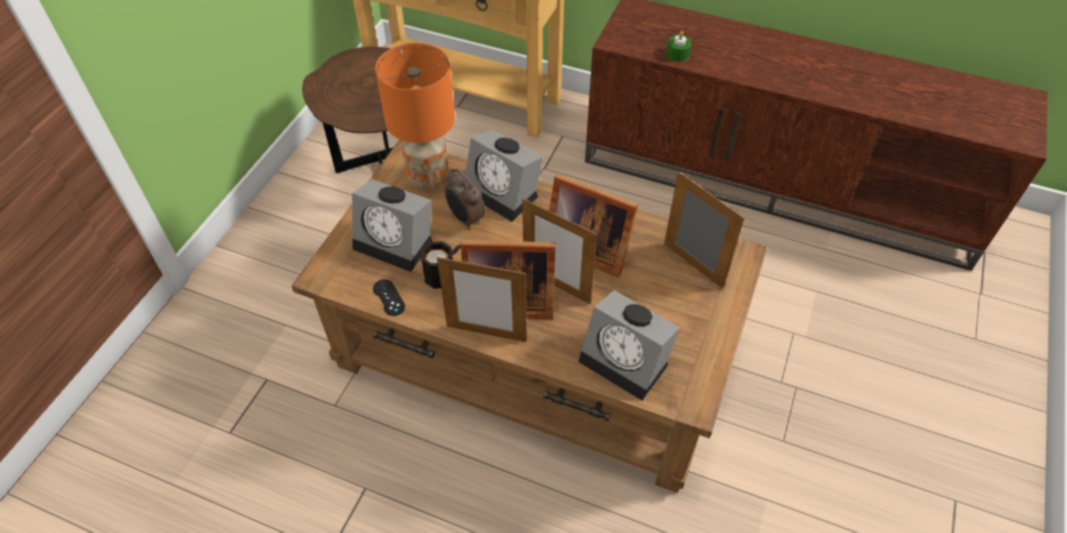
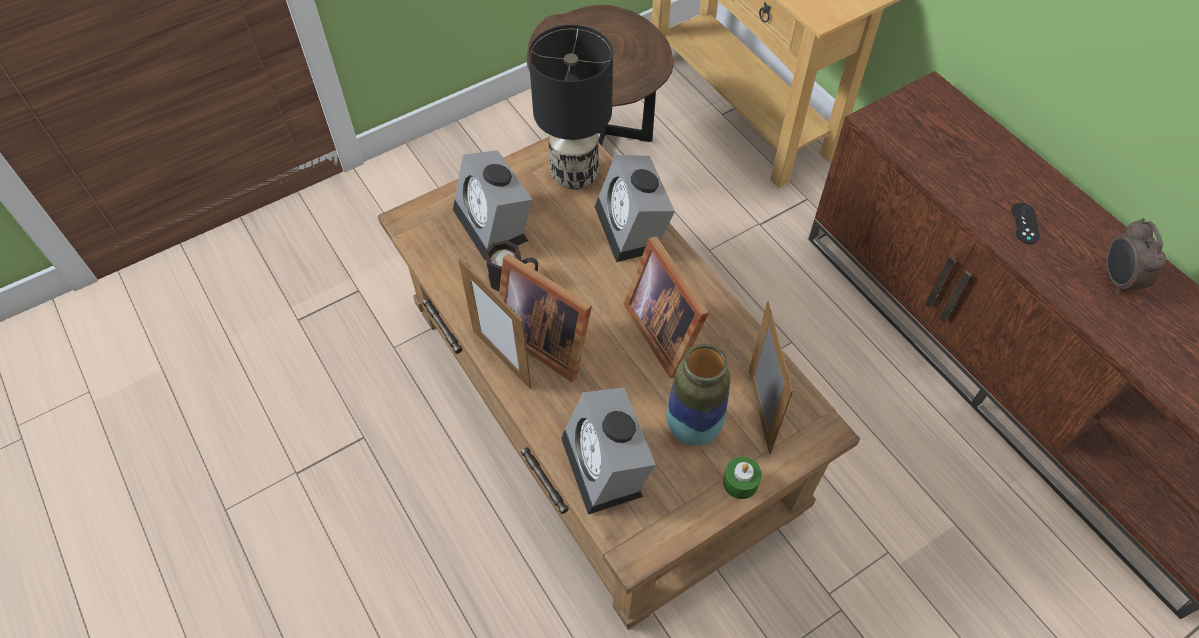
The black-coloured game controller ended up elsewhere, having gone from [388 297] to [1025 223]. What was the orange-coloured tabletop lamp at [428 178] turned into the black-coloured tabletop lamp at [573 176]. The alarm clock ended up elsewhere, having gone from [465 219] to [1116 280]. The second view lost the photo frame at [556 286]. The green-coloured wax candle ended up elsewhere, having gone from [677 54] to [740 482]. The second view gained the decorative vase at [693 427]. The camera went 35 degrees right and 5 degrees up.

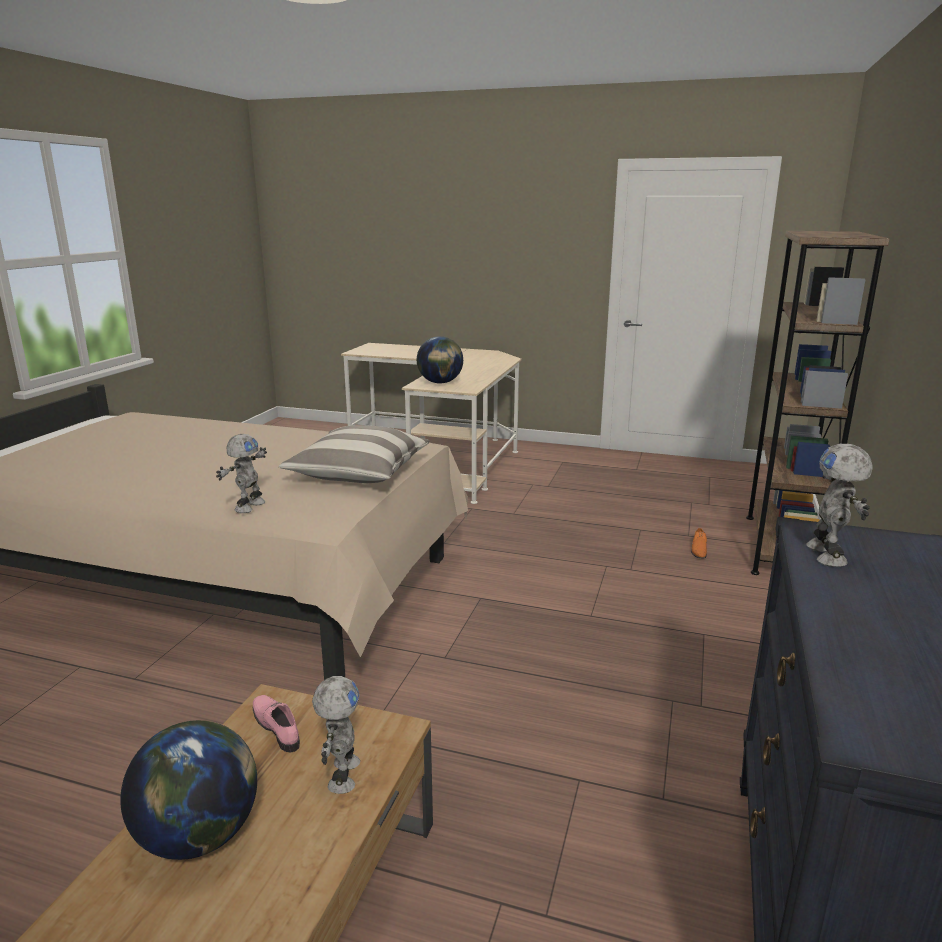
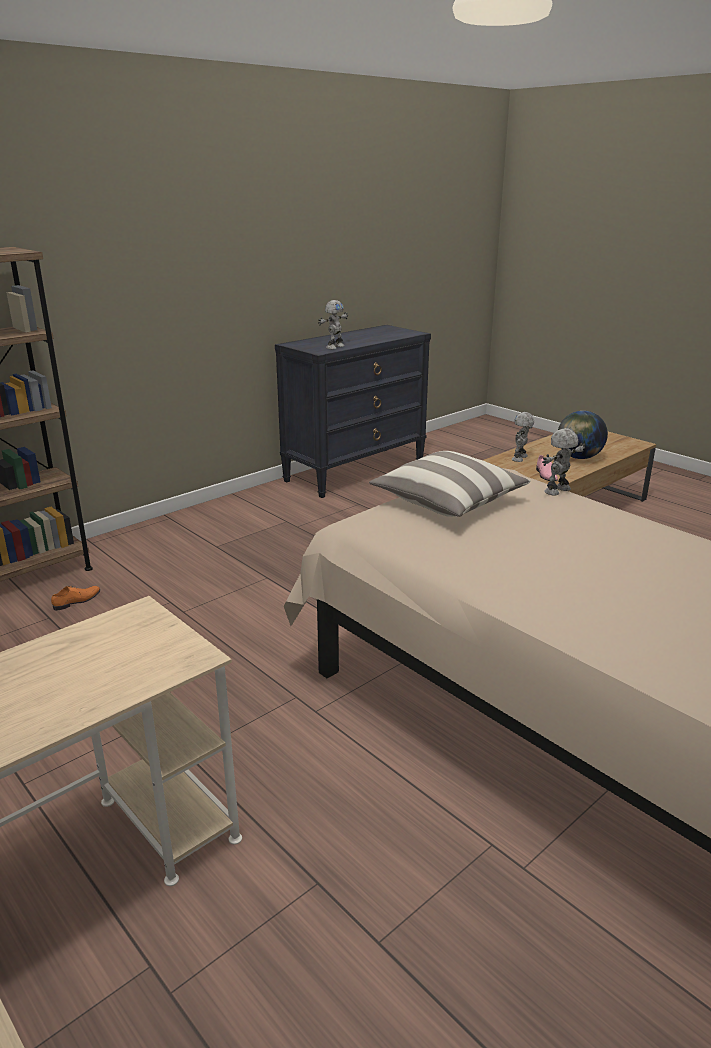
The second view lost the globe at [440 382]. The camera went 150 degrees left and 5 degrees up.

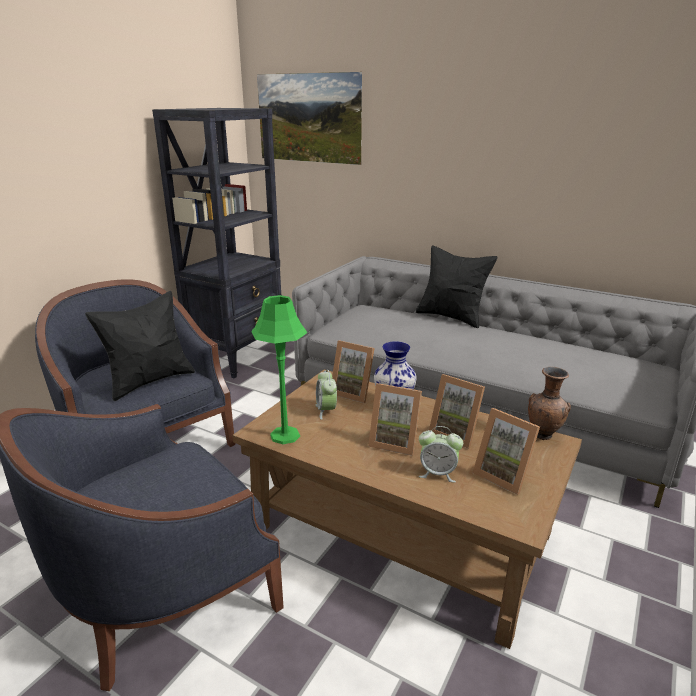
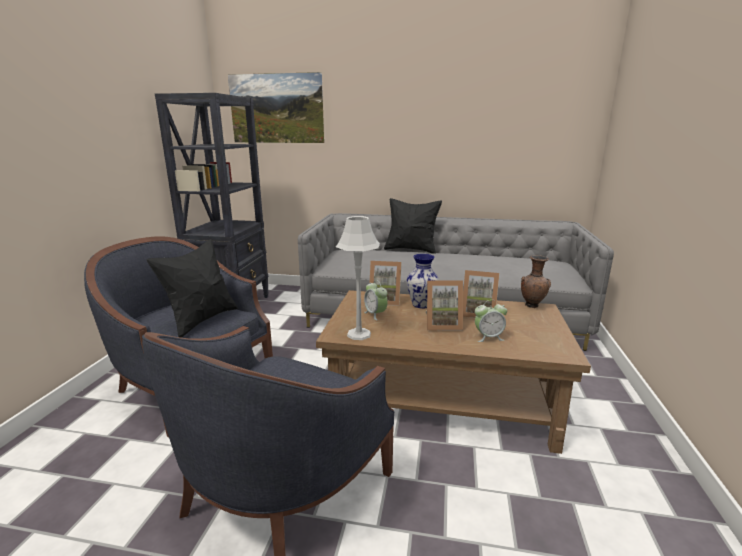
What was the green-coloured tabletop lamp at [285 435] turned into the grey tabletop lamp at [359 334]. The second view lost the photo frame at [504 475]. The camera went 20 degrees left and 5 degrees down.

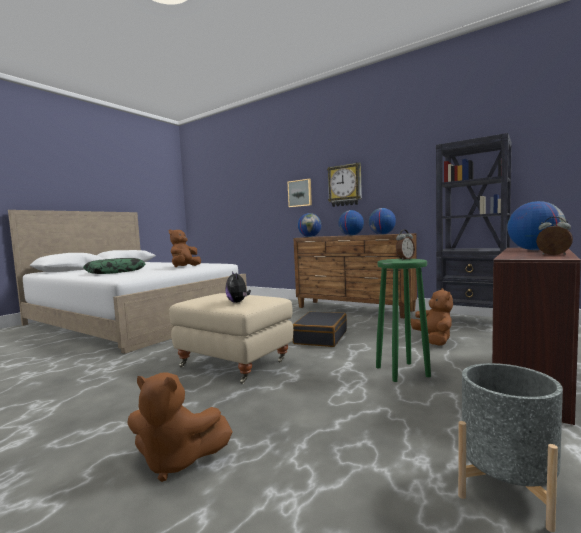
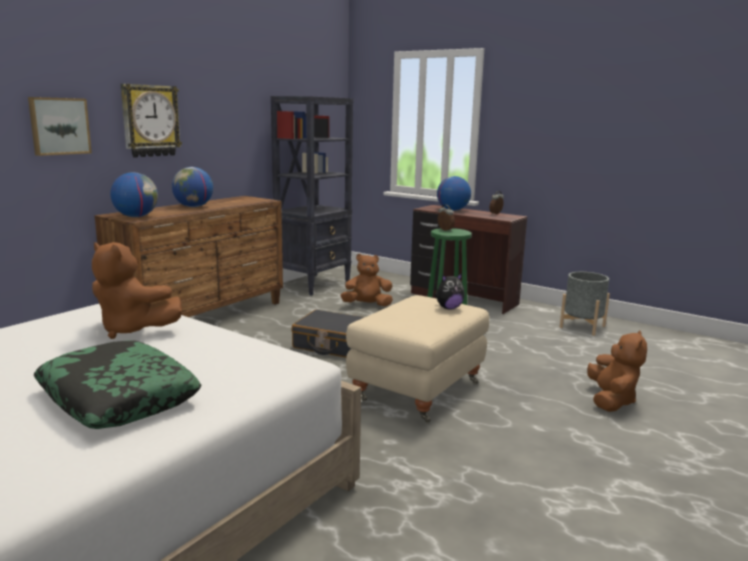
The second view lost the globe at [382 234]. The camera went 90 degrees left and 10 degrees up.

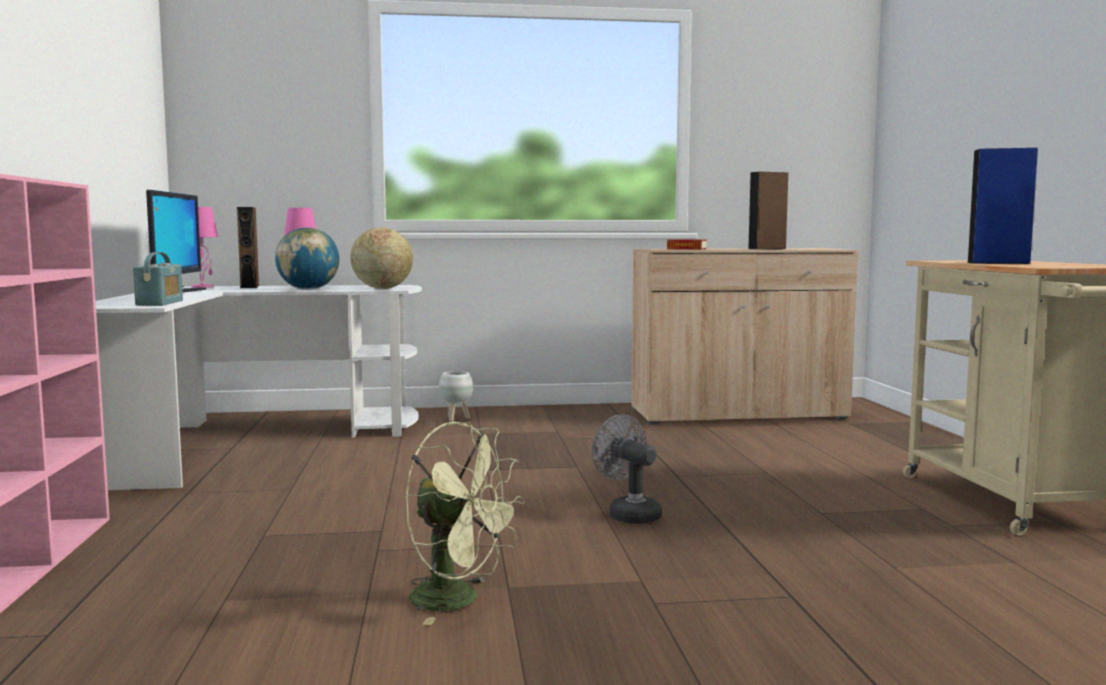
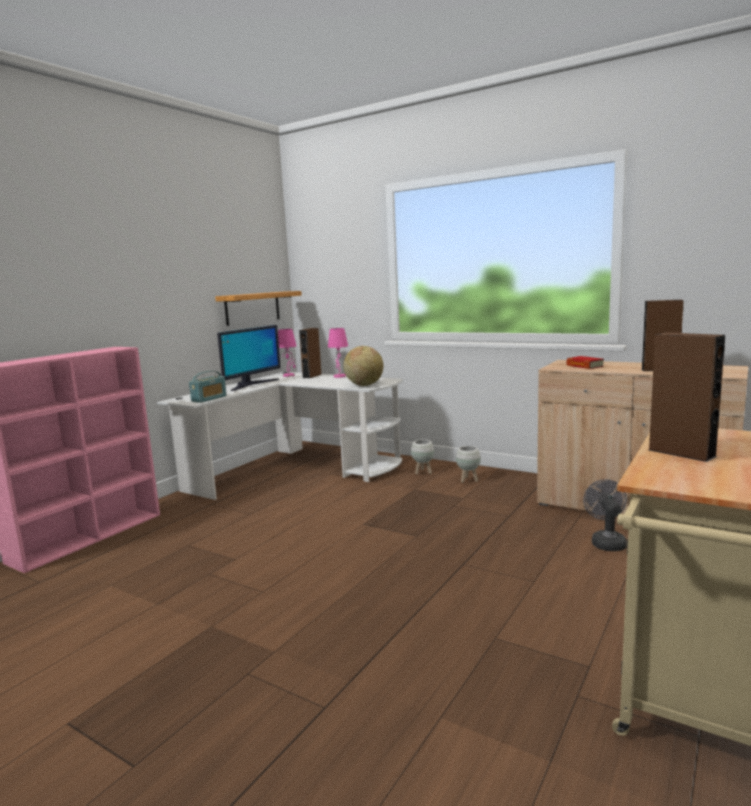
The second view lost the globe at [308 289]. The second view lost the green-coloured electric fan at [458 600]. The grey electric fan ended up elsewhere, having gone from [628 514] to [606 542]. What was the bluish audio speaker at [998 263] turned into the brown audio speaker at [681 453]. The second view gained the shelf at [252 308]. The second view gained the white flower pot at [468 480]. The camera went 40 degrees right and 5 degrees up.

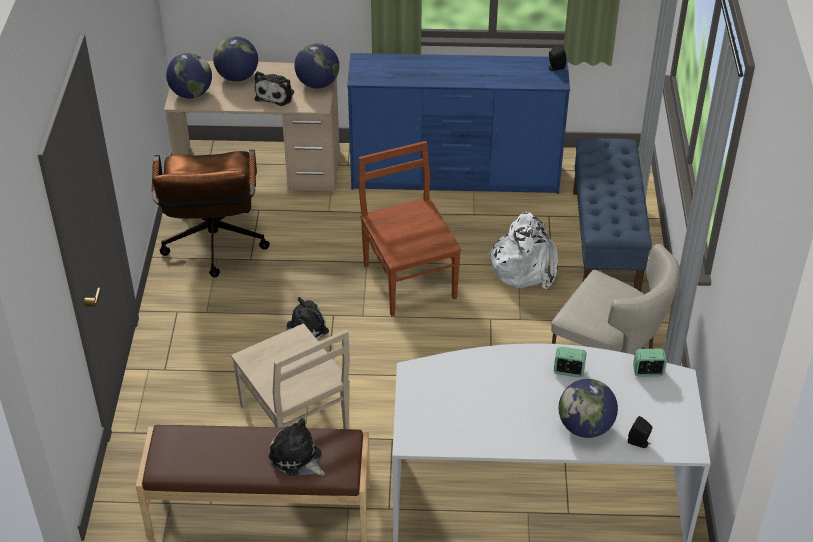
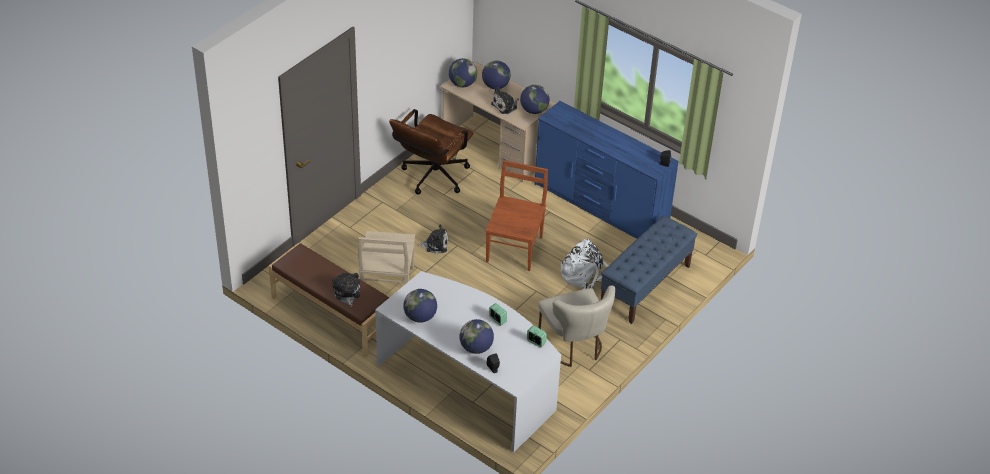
The second view gained the globe at [420 317]. The camera went 35 degrees right and 0 degrees up.

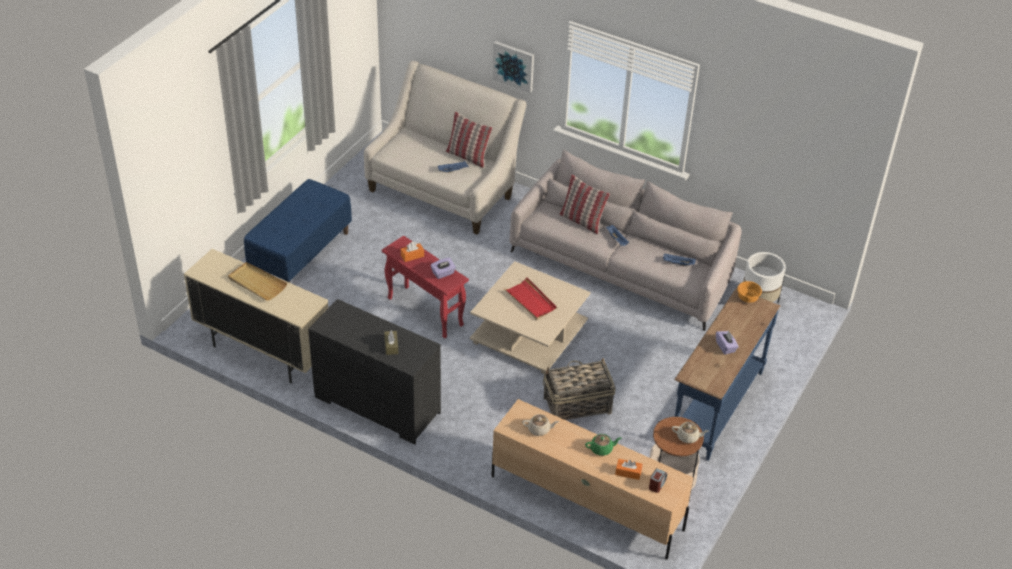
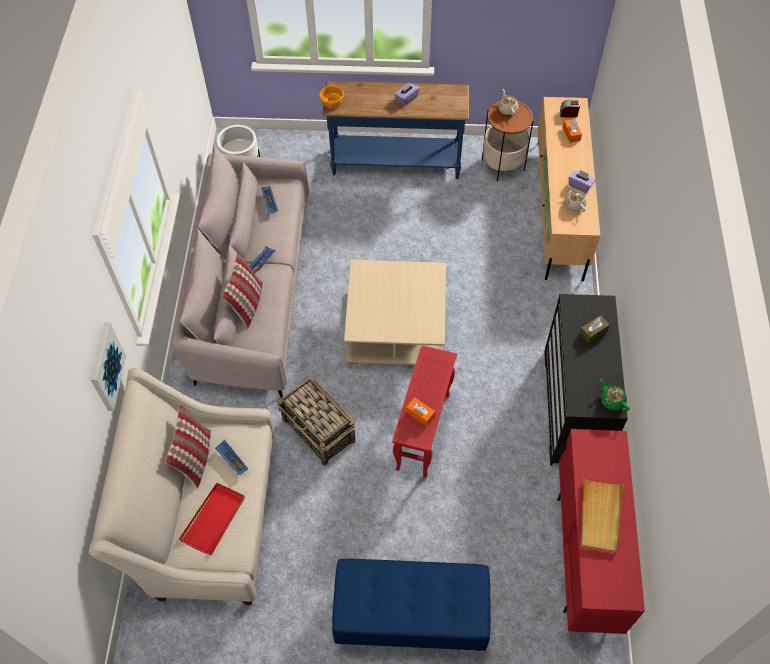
What was the beige storage cabinet at [263 353] turned into the red storage cabinet at [584 555]. The purple-coloured tissue holder ended up elsewhere, having gone from [443 273] to [580 185]. The red carrying tray ended up elsewhere, having gone from [530 301] to [214 519]. The household basket ended up elsewhere, having gone from [576 405] to [319 431]. The green-coloured pot for tea ended up elsewhere, having gone from [602 449] to [612 400]. The camera went 115 degrees left and 15 degrees up.

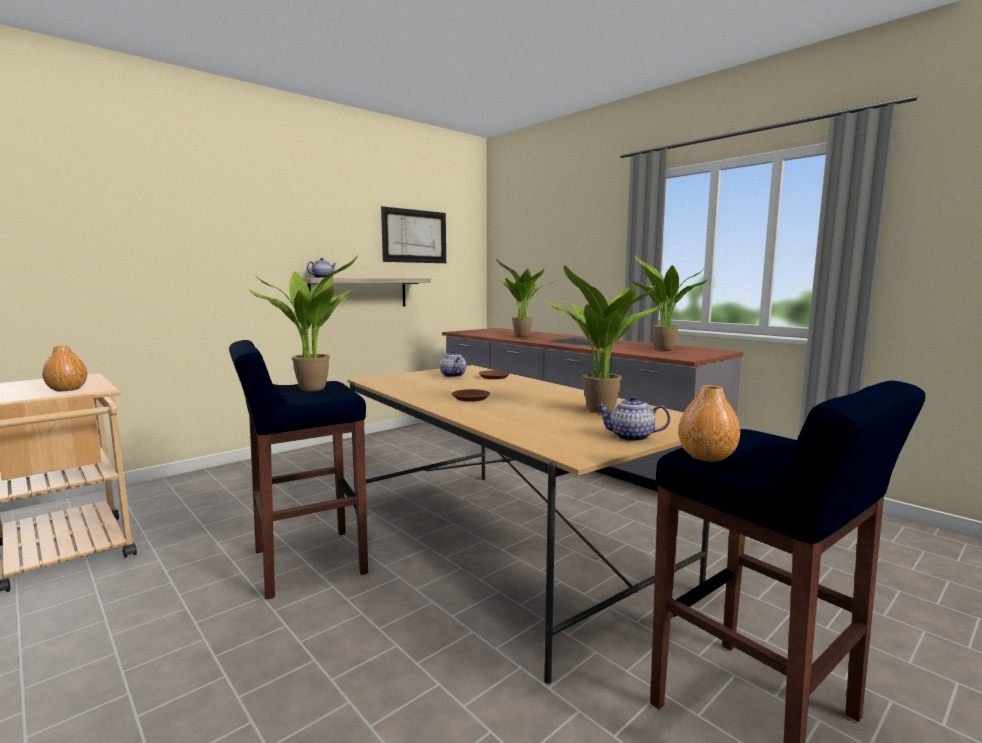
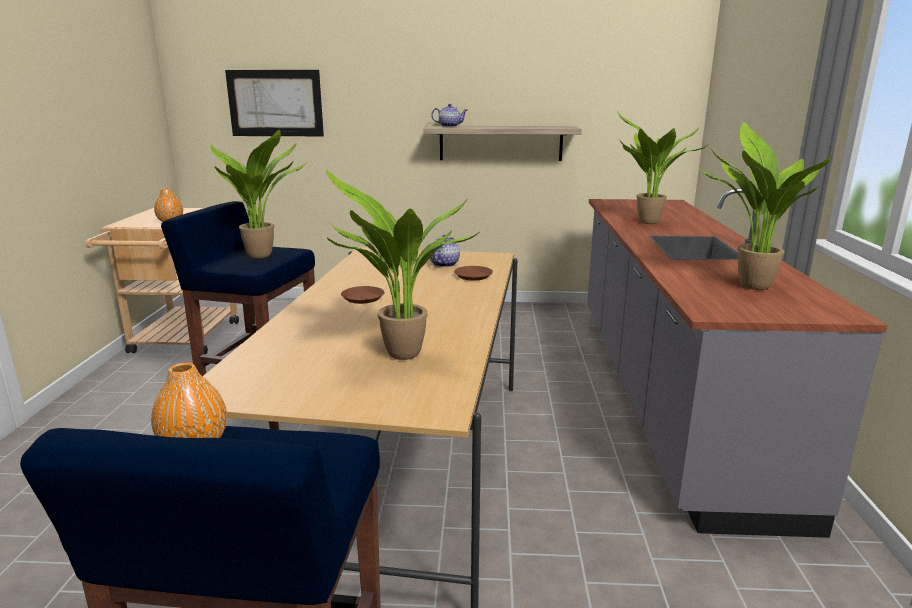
The wall picture ended up elsewhere, having gone from [415 236] to [275 103]. The second view lost the pot for tea at [630 437]. The camera went 45 degrees right and 10 degrees up.

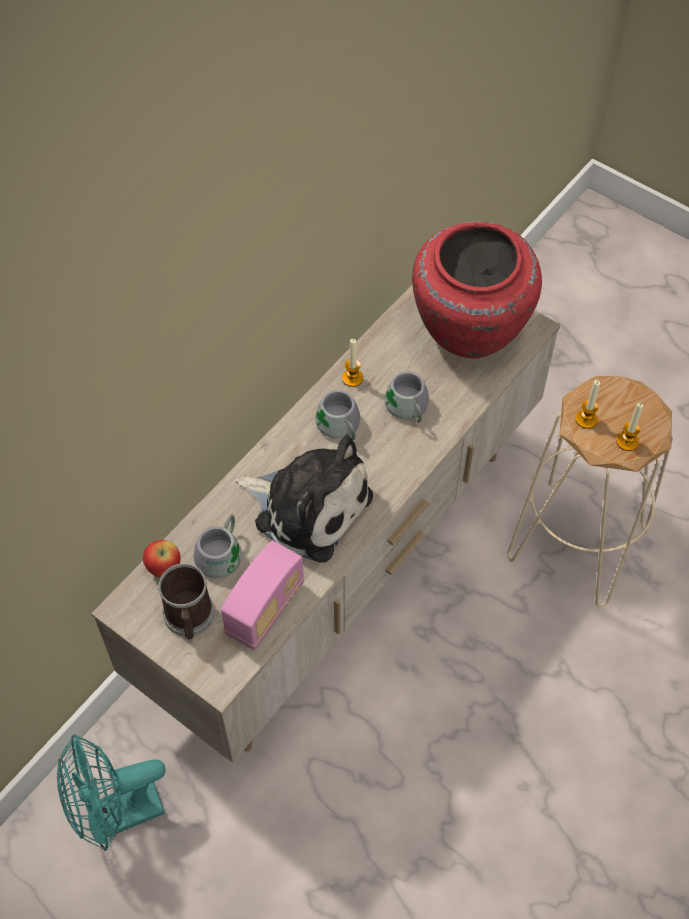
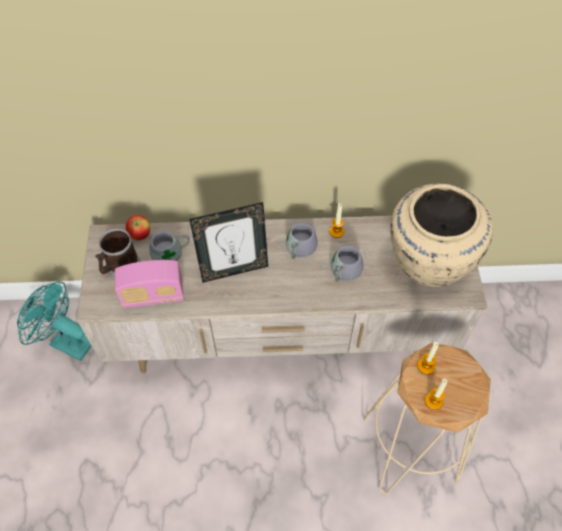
Where the soft toy stood at [307 506], the photo frame came to stand at [234 270]. What was the red decorative vase at [468 333] turned into the beige decorative vase at [427 264]. The camera went 50 degrees right and 0 degrees up.

